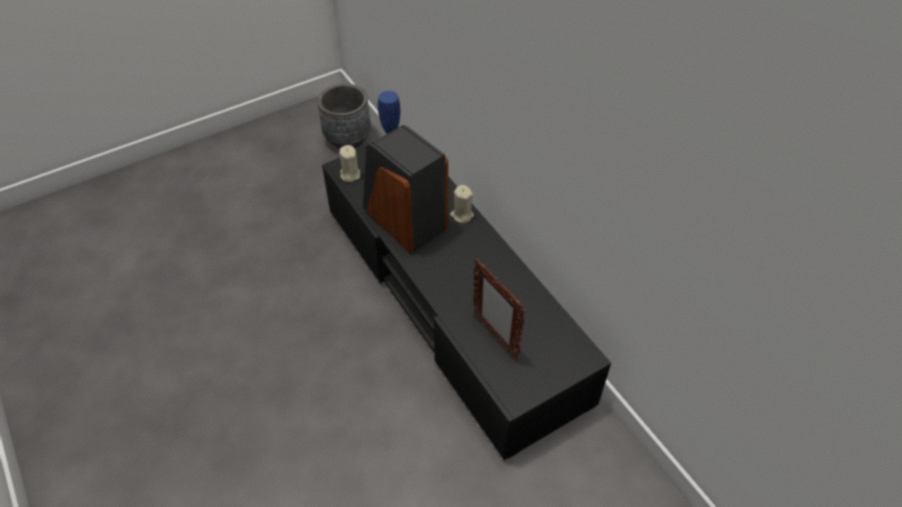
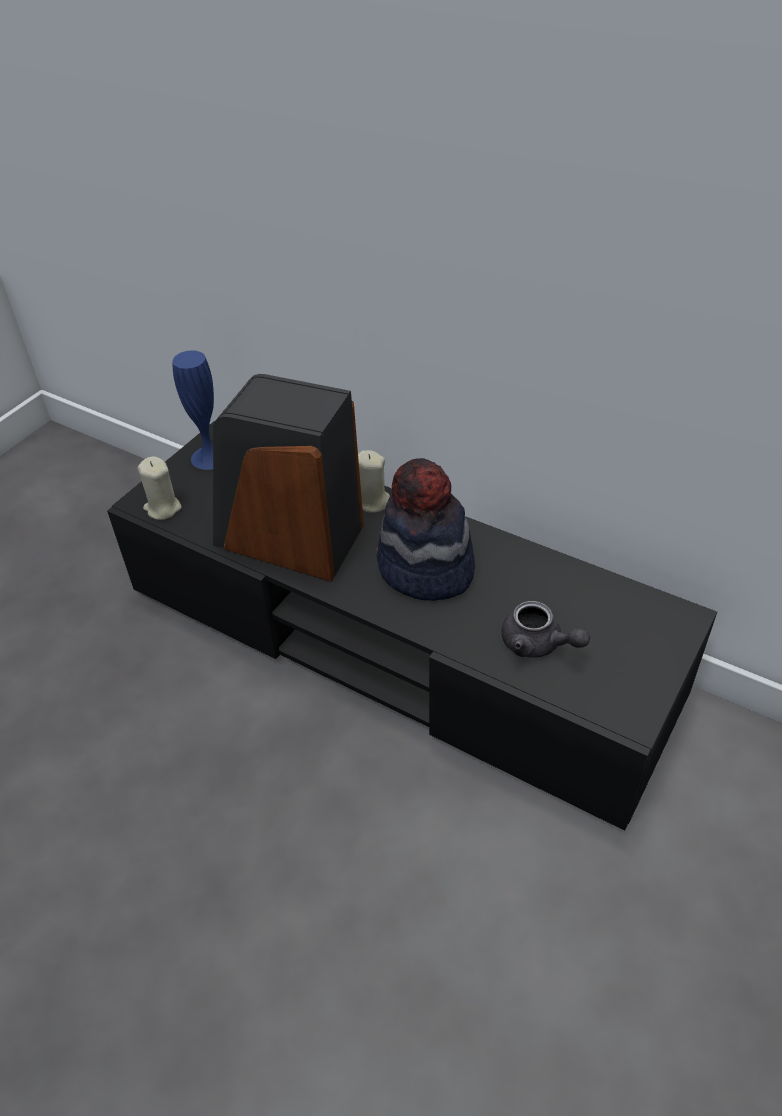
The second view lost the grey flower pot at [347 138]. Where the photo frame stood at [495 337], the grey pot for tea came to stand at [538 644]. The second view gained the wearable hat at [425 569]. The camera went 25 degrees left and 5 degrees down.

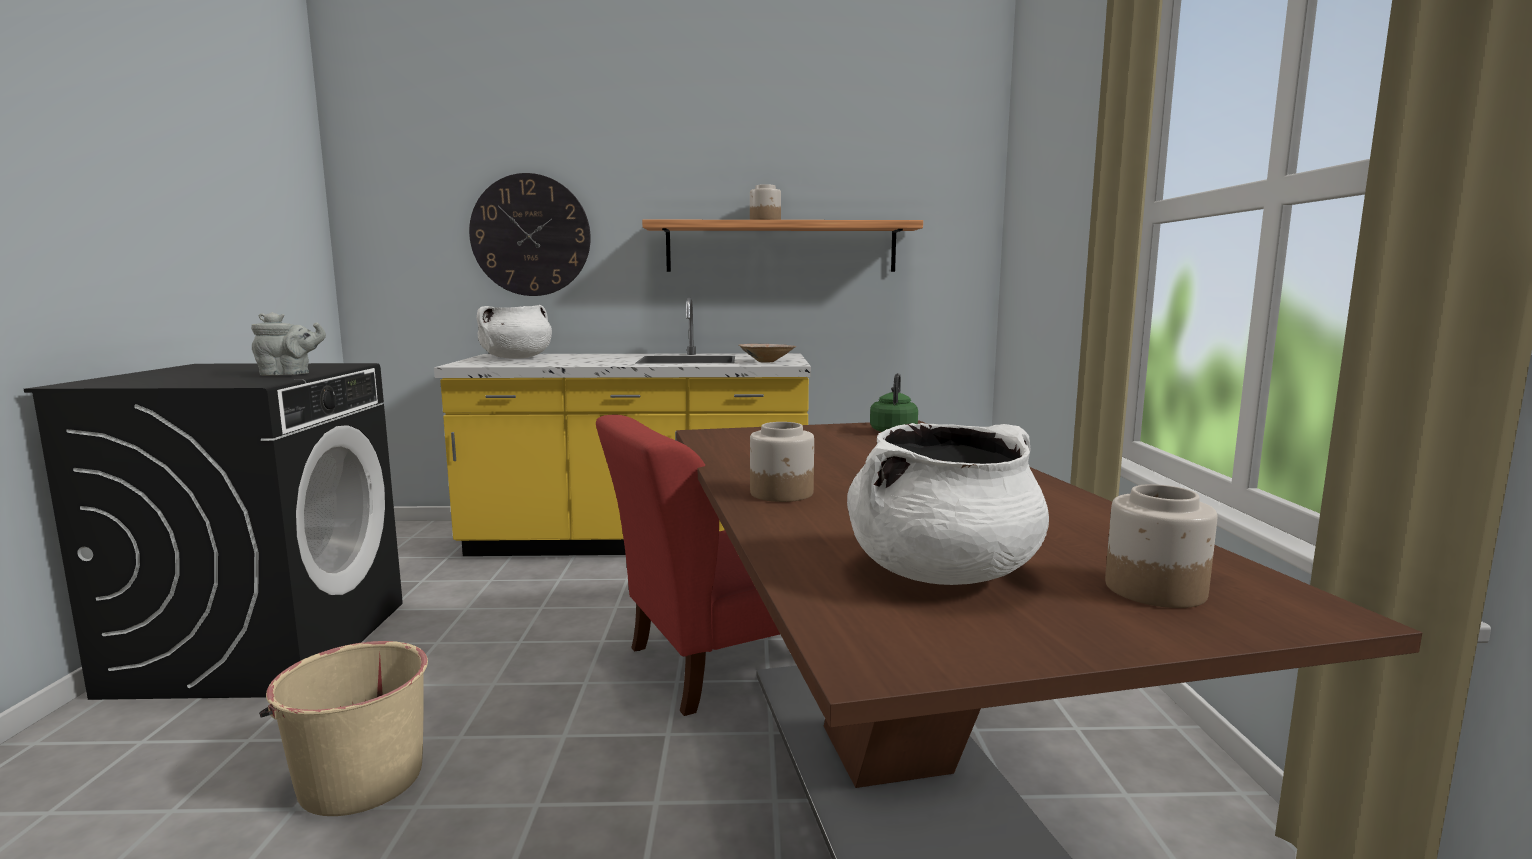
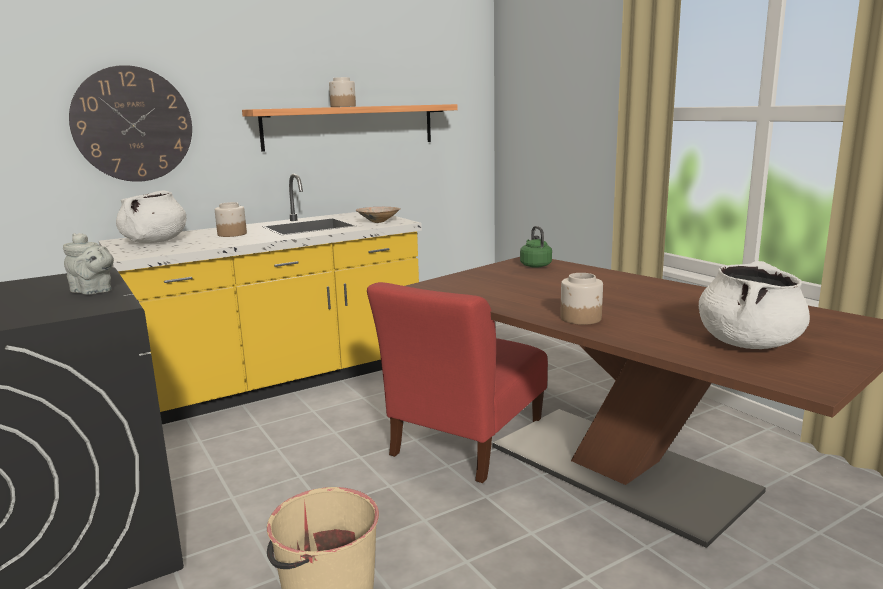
The grey pot for tea at [289 374] ended up facing another way, 75 degrees clockwise from before. The jar ended up elsewhere, having gone from [1154 590] to [231 234]. The camera went 30 degrees left and 5 degrees up.

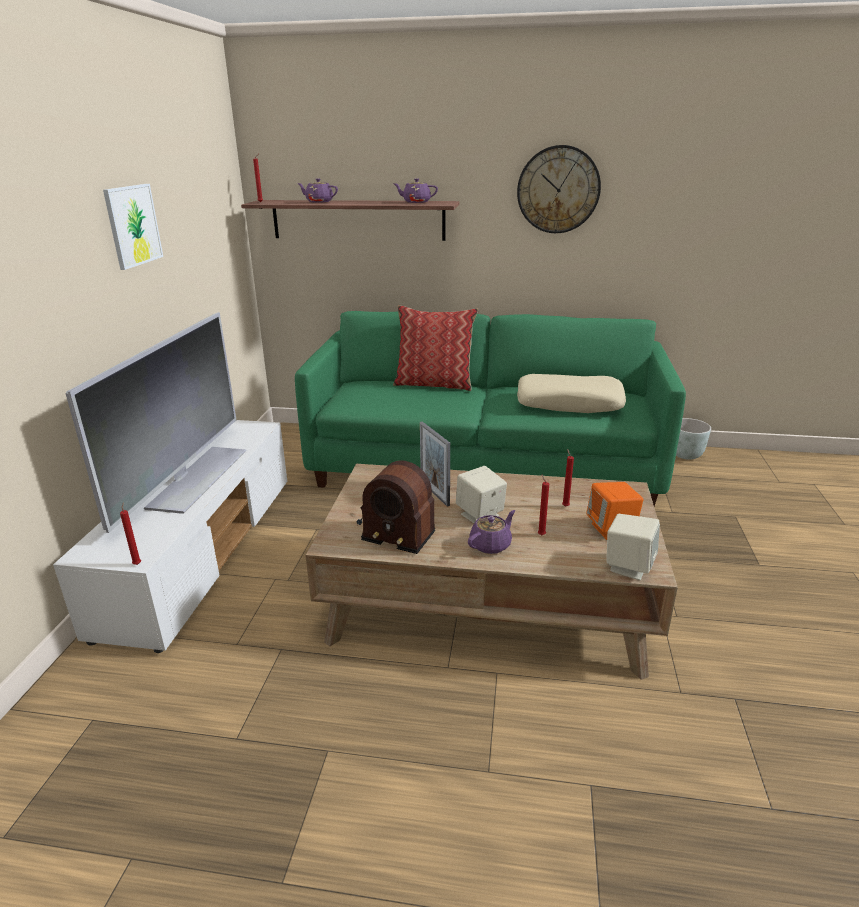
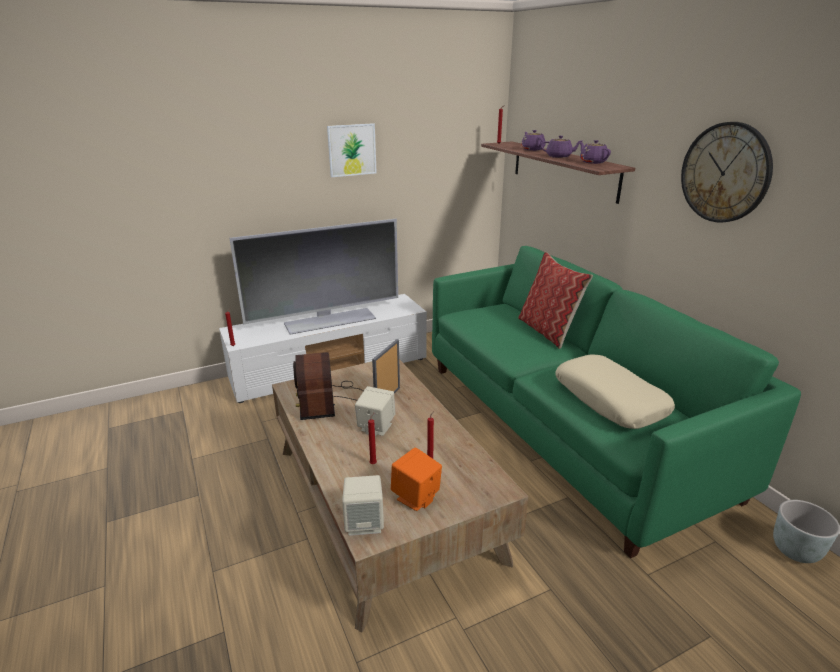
The purple-coloured pot for tea ended up elsewhere, having gone from [491 545] to [559 156]. The camera went 55 degrees right and 0 degrees up.

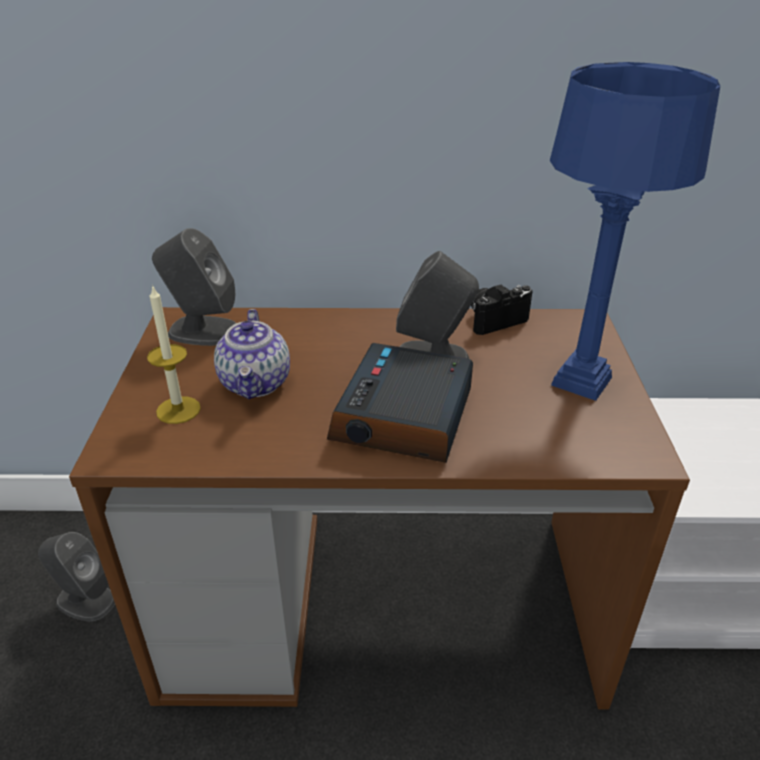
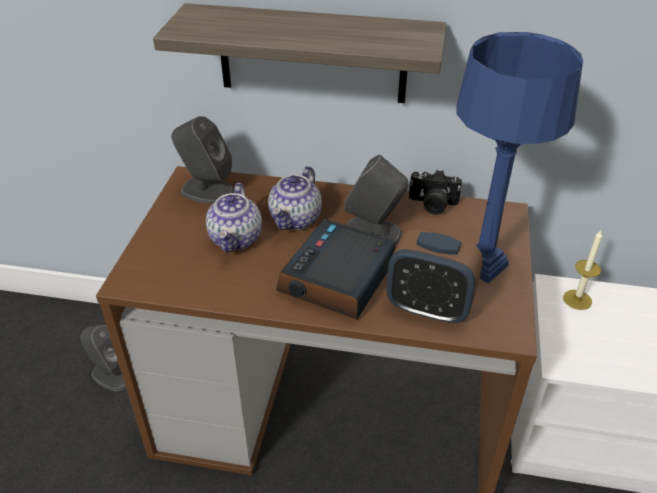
The wax candle ended up elsewhere, having gone from [178 410] to [577 299]. The photo camera at [494 320] ended up facing another way, 150 degrees counterclockwise from before. The second view gained the shelf at [312 54]. The second view gained the pot for tea at [296 219]. The second view gained the alarm clock at [429 308]. The camera went 10 degrees right and 5 degrees up.

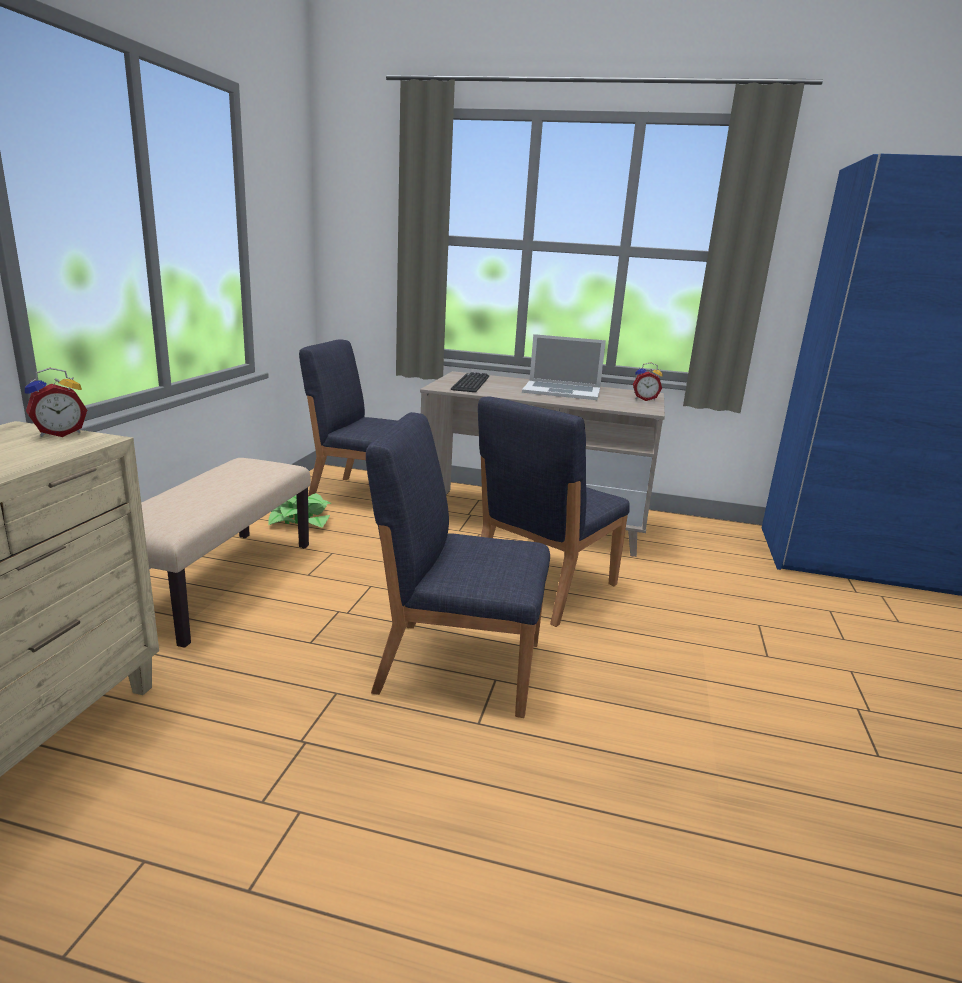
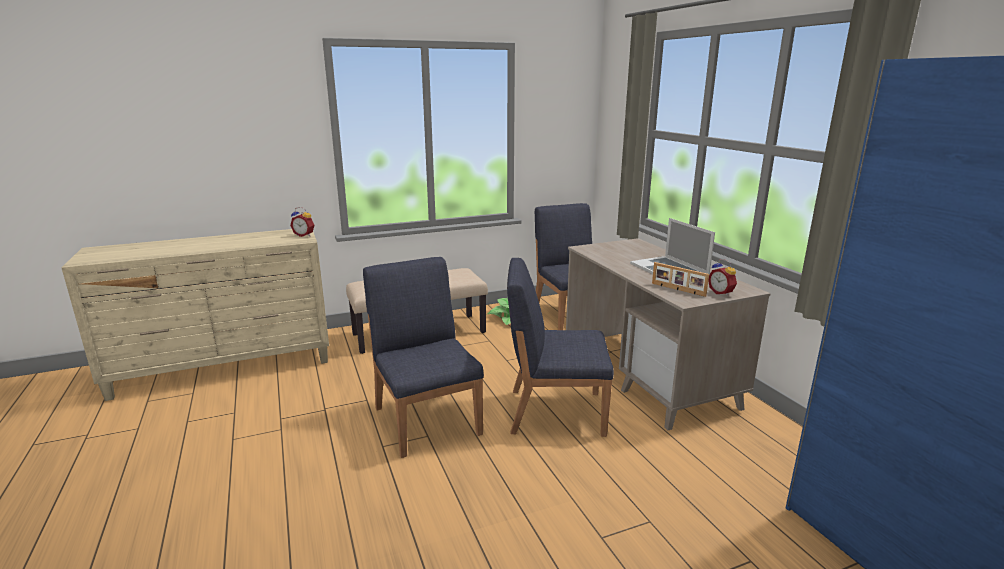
The second view lost the computer keyboard at [470 383]. The second view gained the photo frame at [677 289]. The camera went 55 degrees right and 0 degrees up.

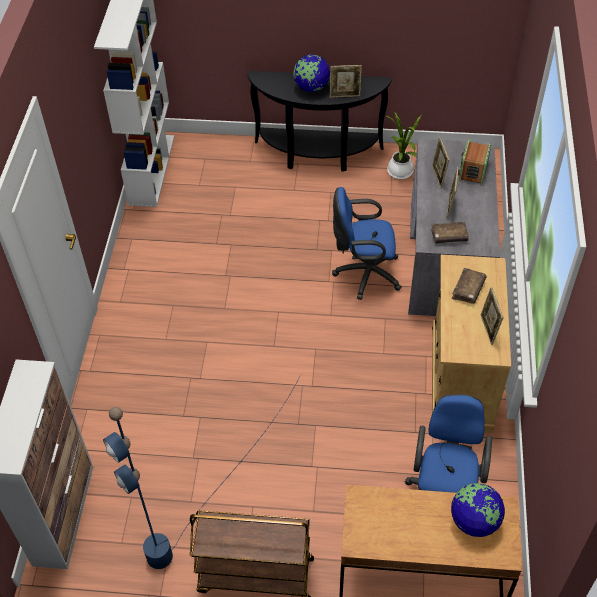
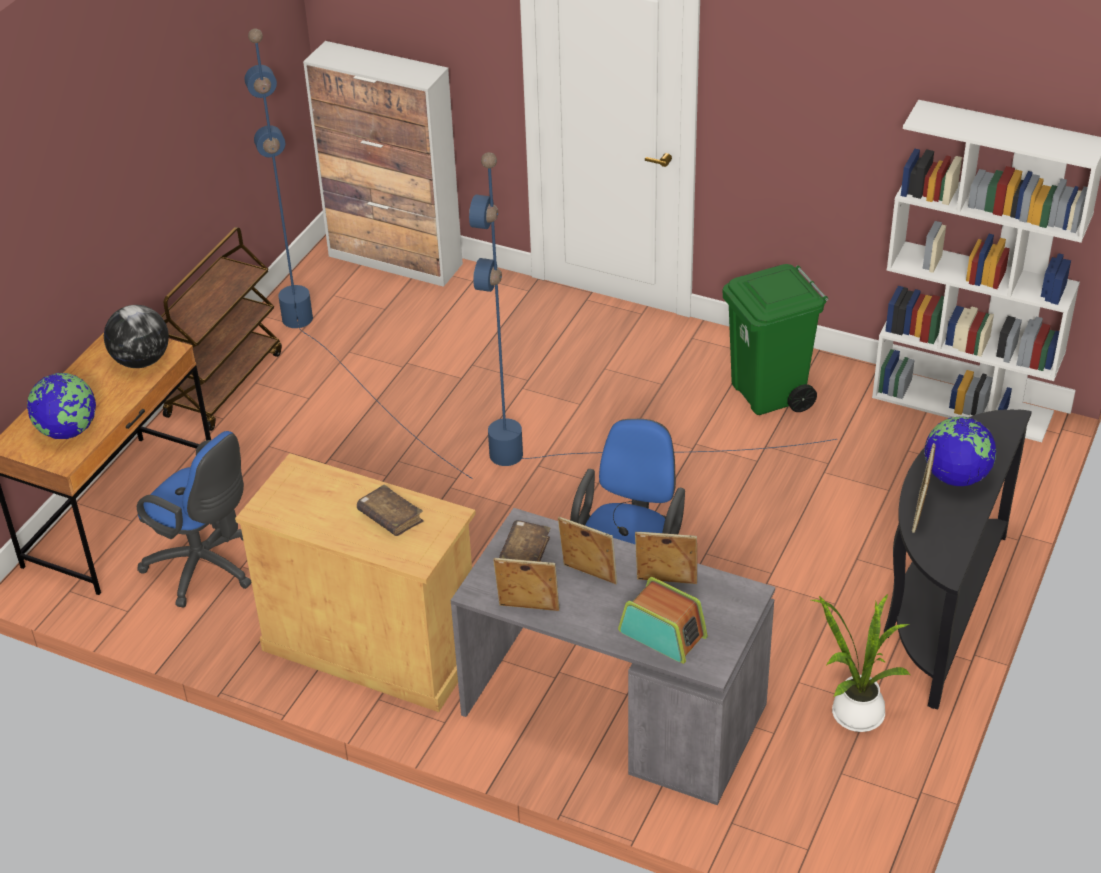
The photo frame ended up elsewhere, having gone from [488 330] to [528 609]. The second view gained the globe at [141 361]. The second view gained the bluish standard lamp at [599 452]. The second view gained the green-coloured waste bin at [769 394]. The camera went 110 degrees right and 10 degrees down.

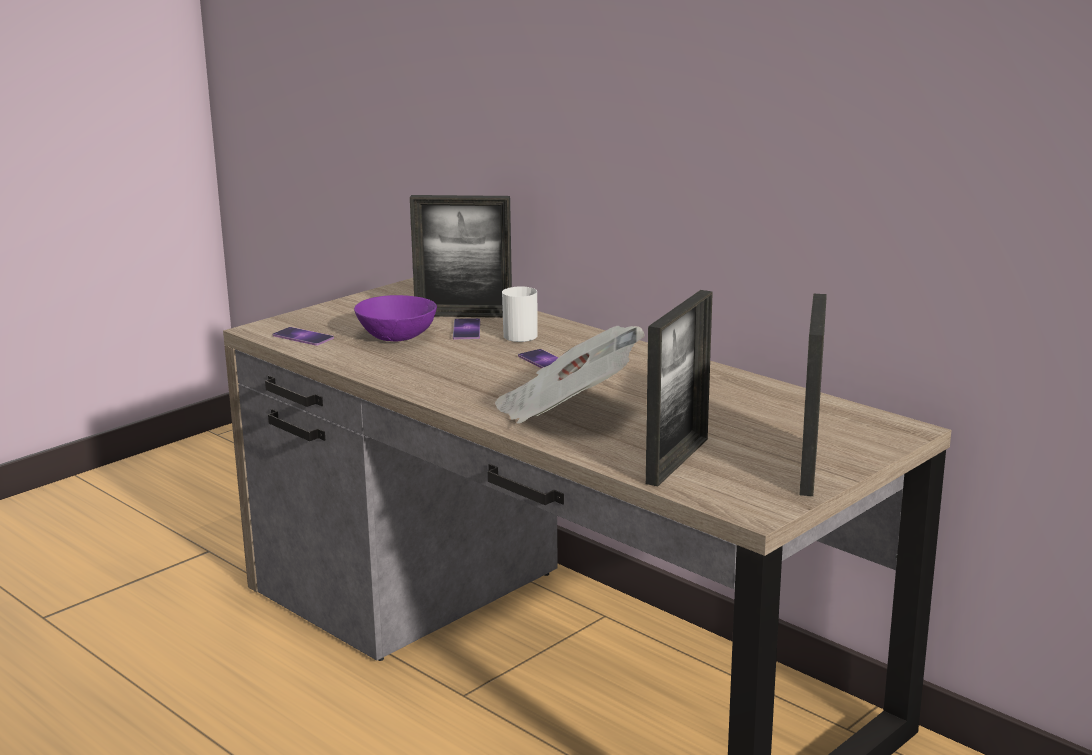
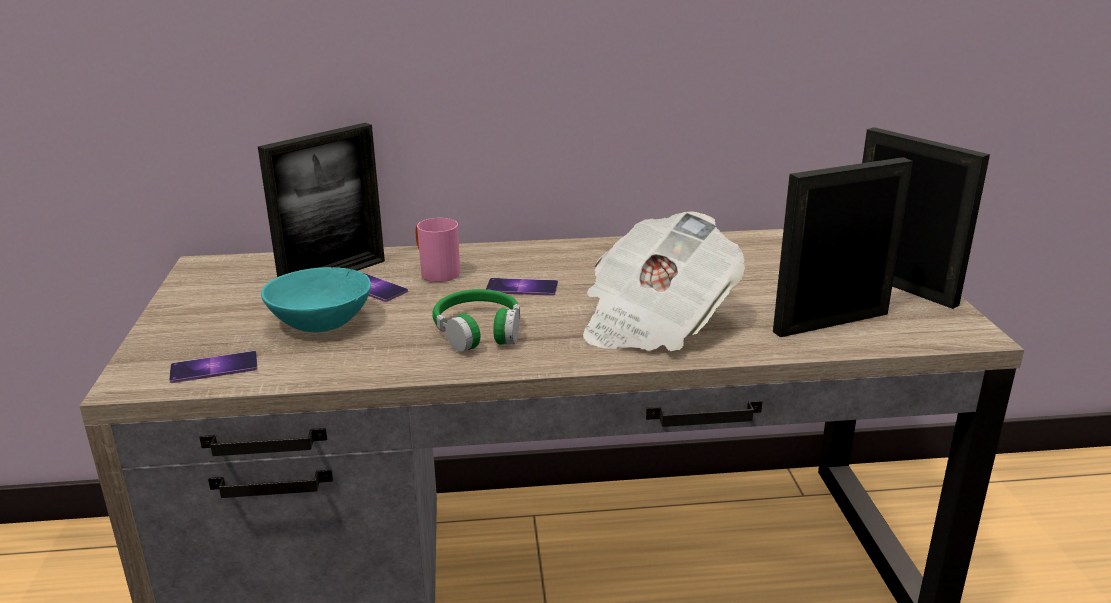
What was the purple-coloured serving bowl at [396 336] turned into the blue-green serving bowl at [321 323]. What was the white tea mug at [521 334] turned into the pink tea mug at [435 272]. The photo frame at [677 461] ended up facing another way, 90 degrees counterclockwise from before. The second view gained the green-coloured headphones at [478 331]. The camera went 50 degrees left and 5 degrees up.

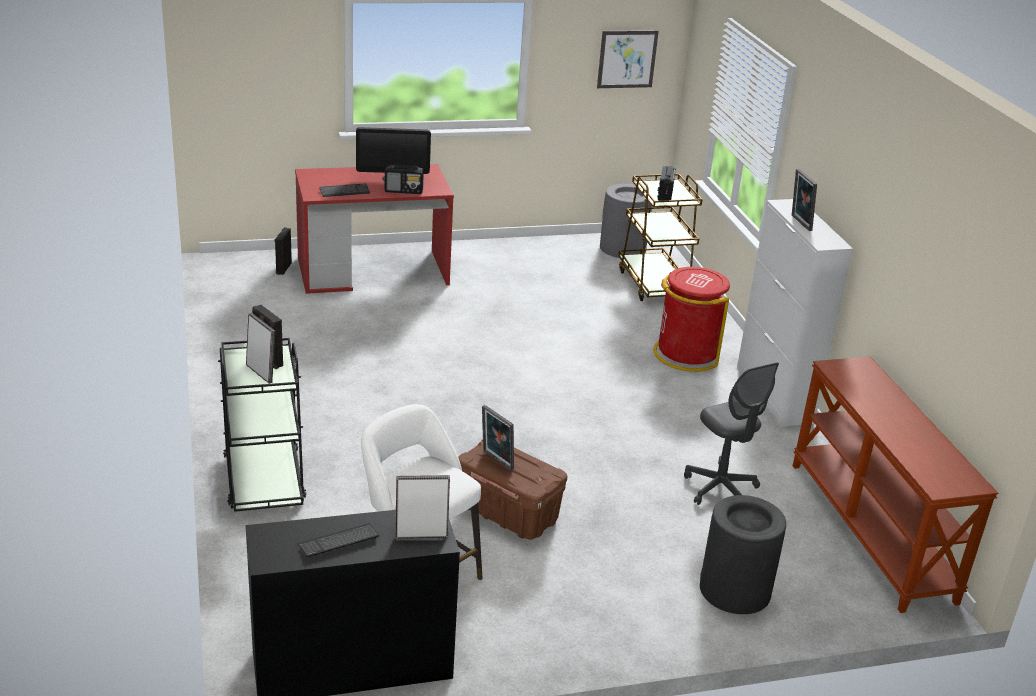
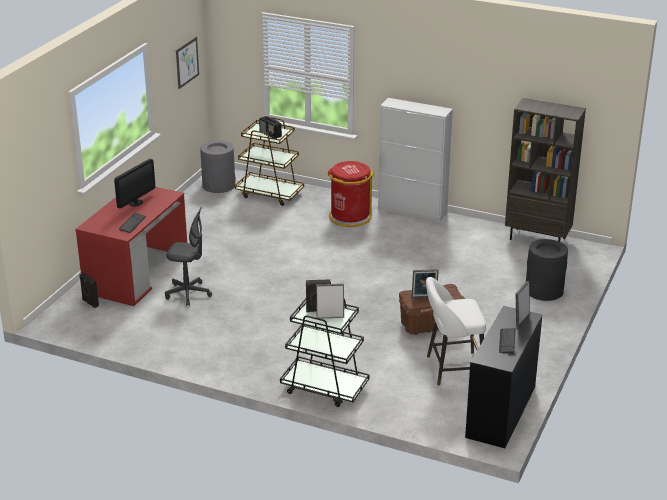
The second view lost the radio at [404 191]. The grey desk chair ended up elsewhere, having gone from [721 489] to [188 294]. The second view lost the photo frame at [799 223]. Where the brown narrow table stood at [872 530], the brown shelving unit came to stand at [538 238]. The camera went 50 degrees left and 0 degrees up.

